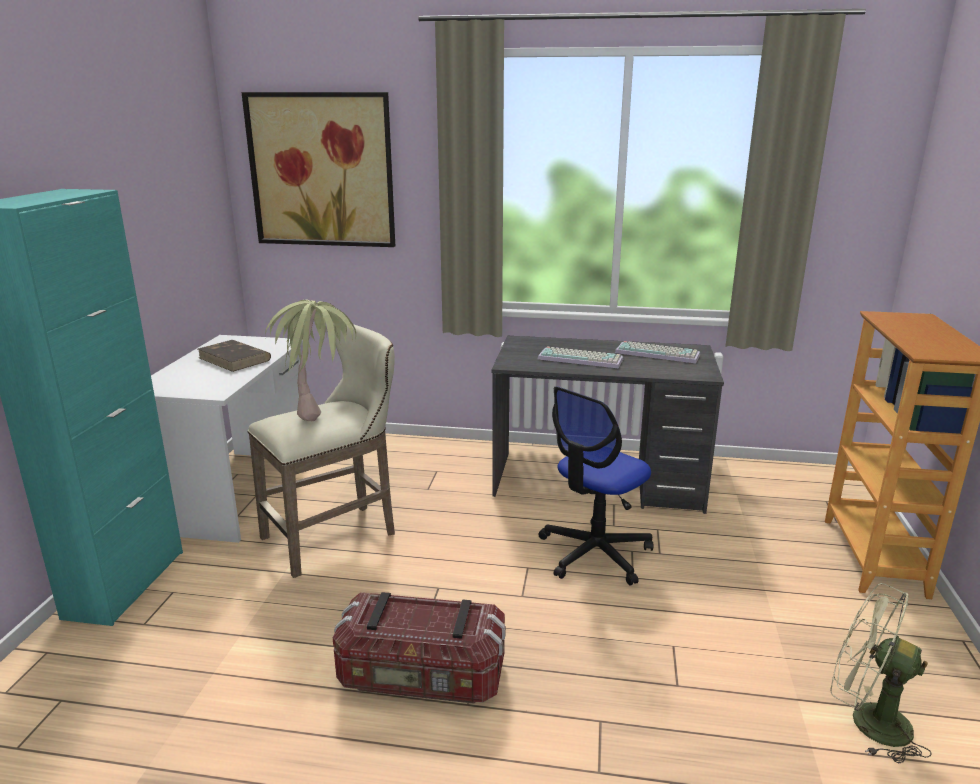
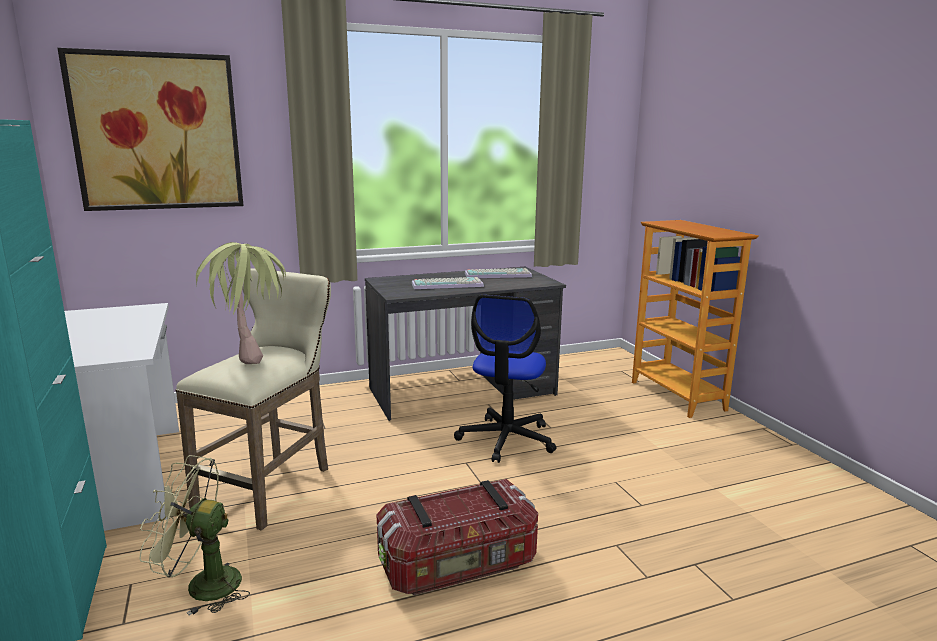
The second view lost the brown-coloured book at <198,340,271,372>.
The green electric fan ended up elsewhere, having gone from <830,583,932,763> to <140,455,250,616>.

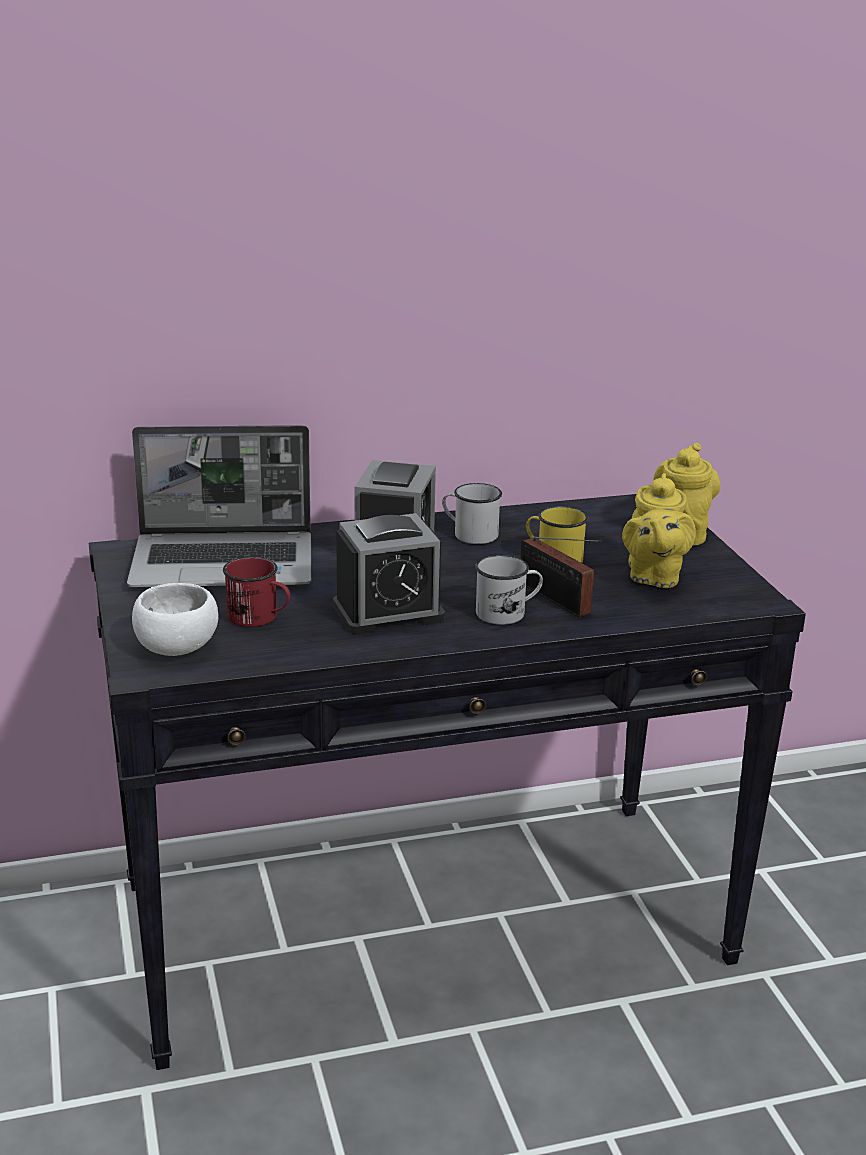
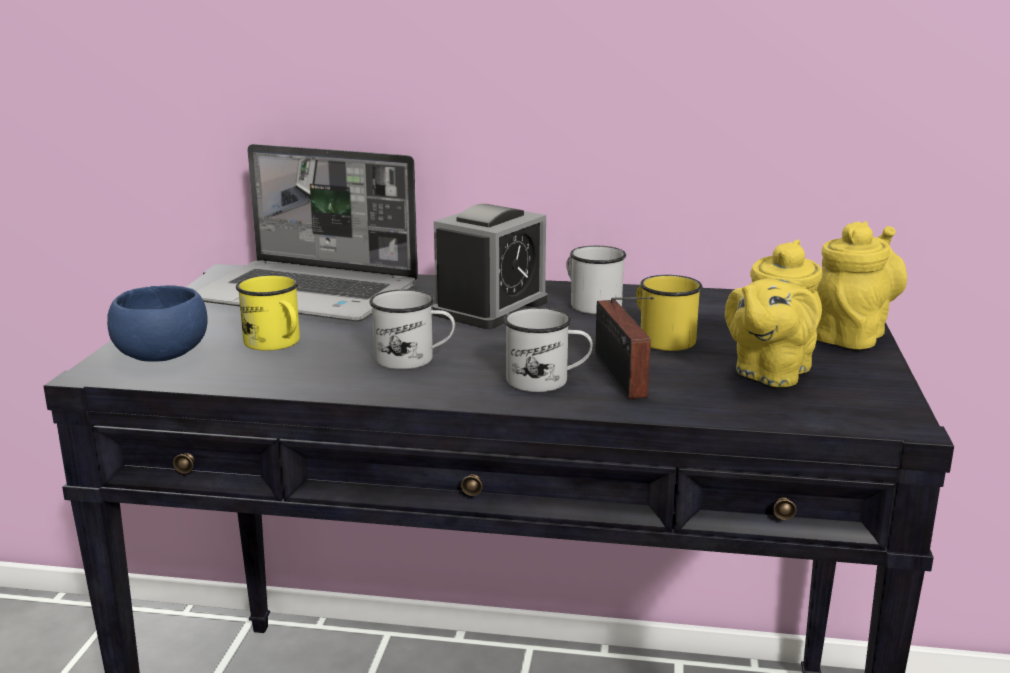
Where the table clock stood at <333,513,445,635>, the white tea mug came to stand at <369,289,455,369>.
What was the red-coloured tea mug at <223,557,291,627> turned into the yellowish tea mug at <236,274,300,351>.
What was the white serving bowl at <132,583,218,656> turned into the bluish serving bowl at <107,285,208,362>.

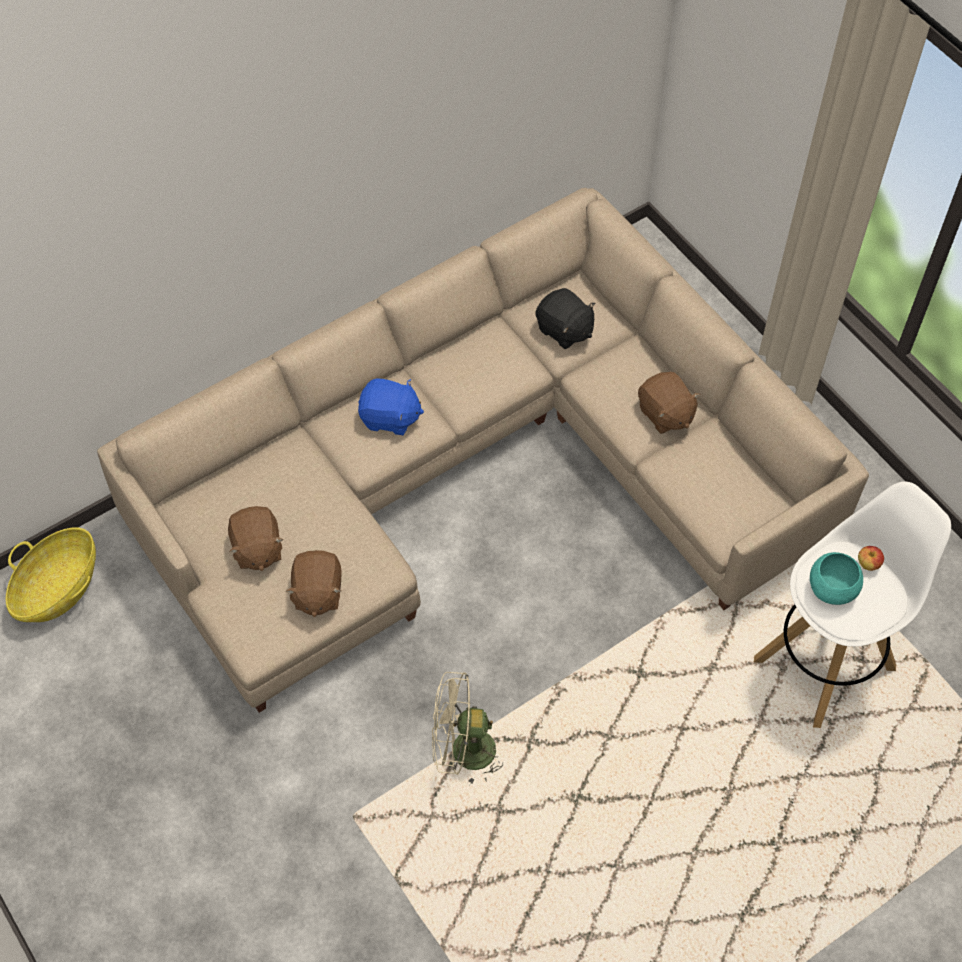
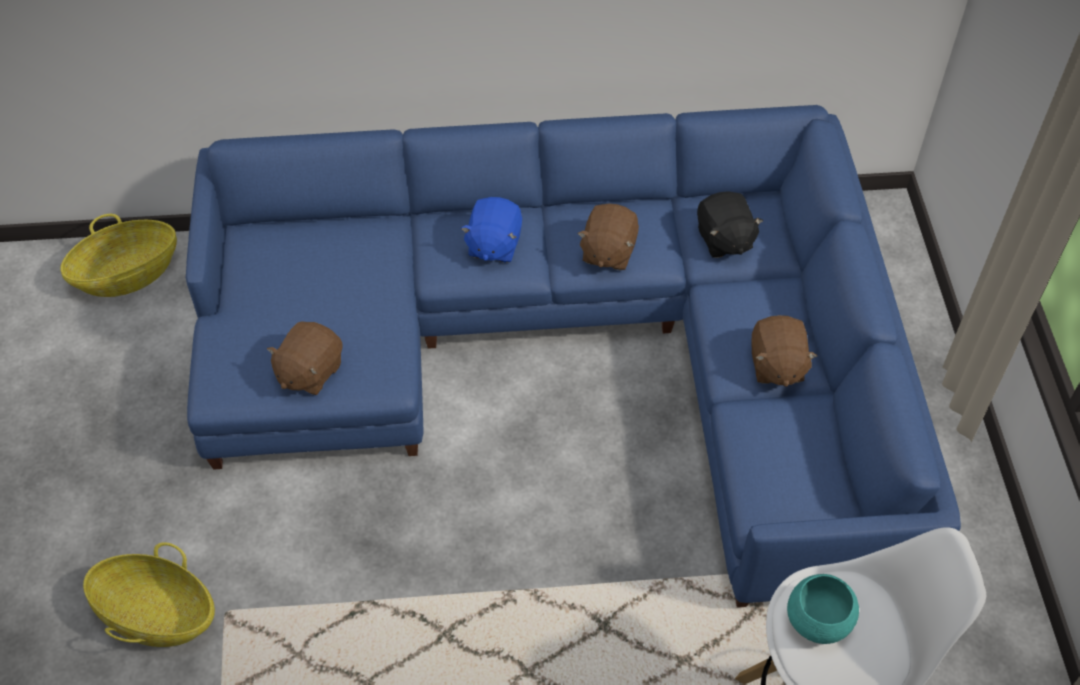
What was the sand-coloured couch at <97,188,869,713> turned into the bluish couch at <186,105,961,608>.
The bluish plush toy at <358,378,424,435> ended up facing another way, 60 degrees clockwise from before.
The brown-coloured plush toy ended up elsewhere, having gone from <228,506,283,571> to <577,203,639,270>.
The second view lost the apple fruit at <858,546,884,571>.
The second view lost the sand-coloured electric fan at <432,672,503,786>.
The second view gained the household basket at <83,542,215,647>.

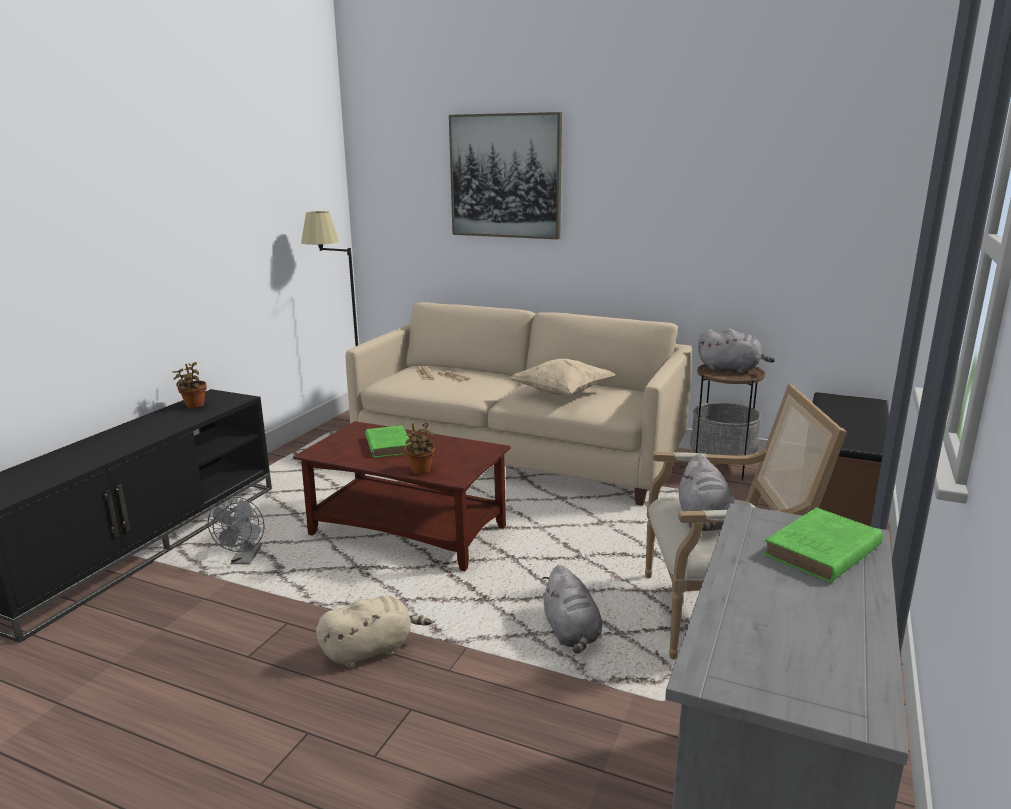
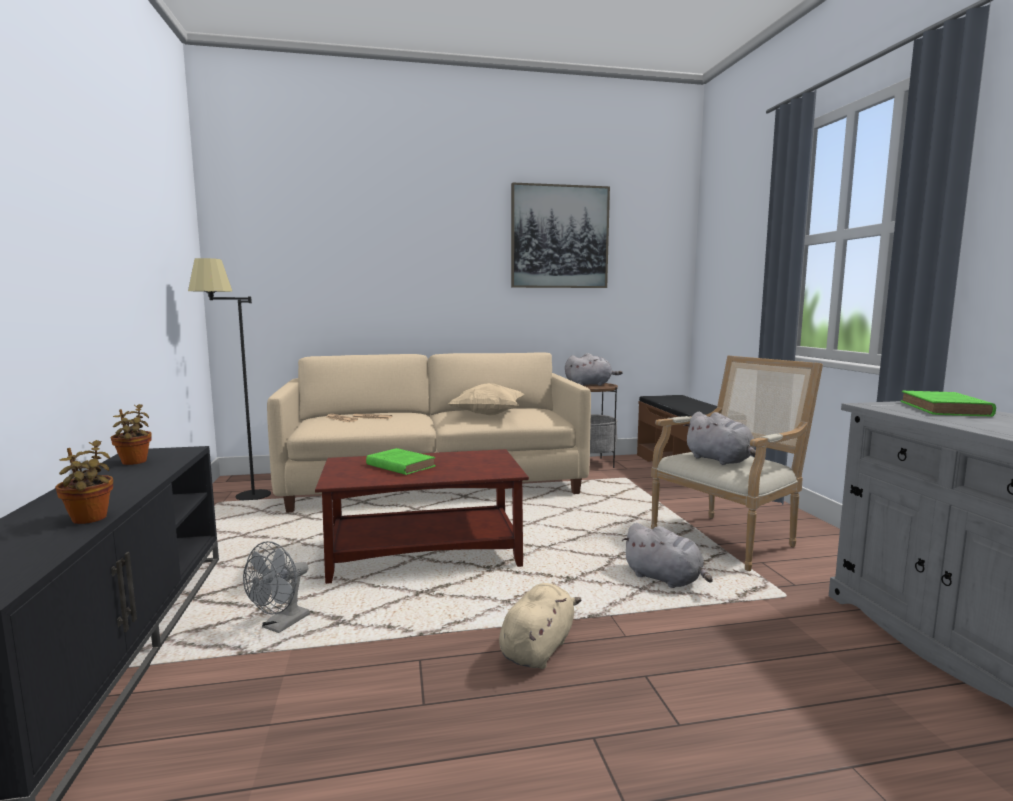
The wall picture ended up elsewhere, having gone from <449,112,562,239> to <511,183,610,288>.
The potted plant ended up elsewhere, having gone from <404,422,435,475> to <55,440,113,524>.
The grey electric fan at <208,496,265,564> ended up facing another way, 60 degrees clockwise from before.

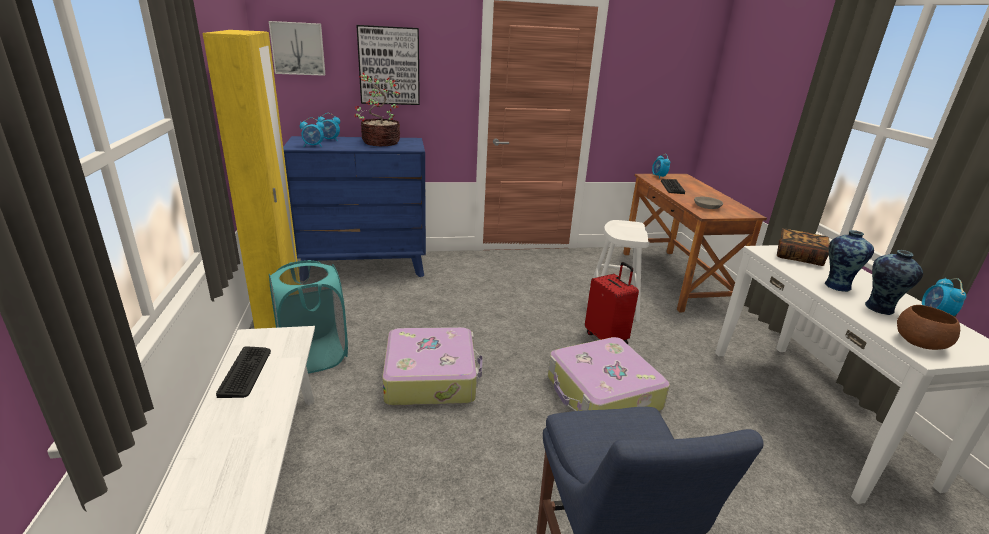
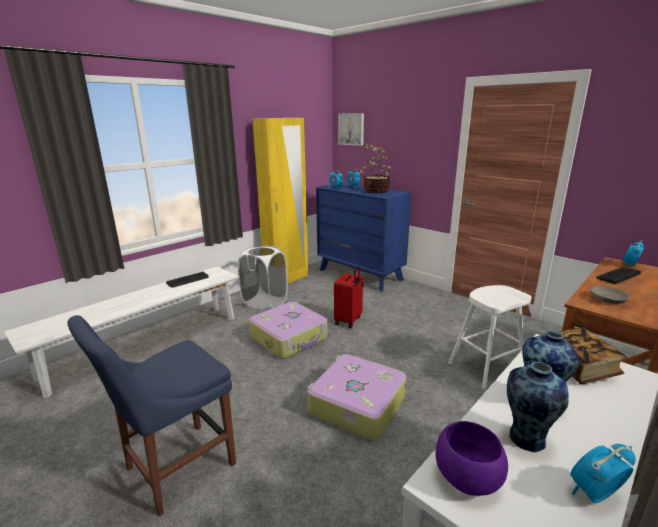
The second view lost the wall picture at <356,25,420,105>.
What was the blue-green washing basket at <269,260,348,374> turned into the white washing basket at <238,245,288,311>.
The red-coloured suitcase ended up elsewhere, having gone from <585,262,639,344> to <334,266,363,328>.
What was the brown-coloured serving bowl at <897,305,960,350> turned into the purple serving bowl at <436,421,508,496>.

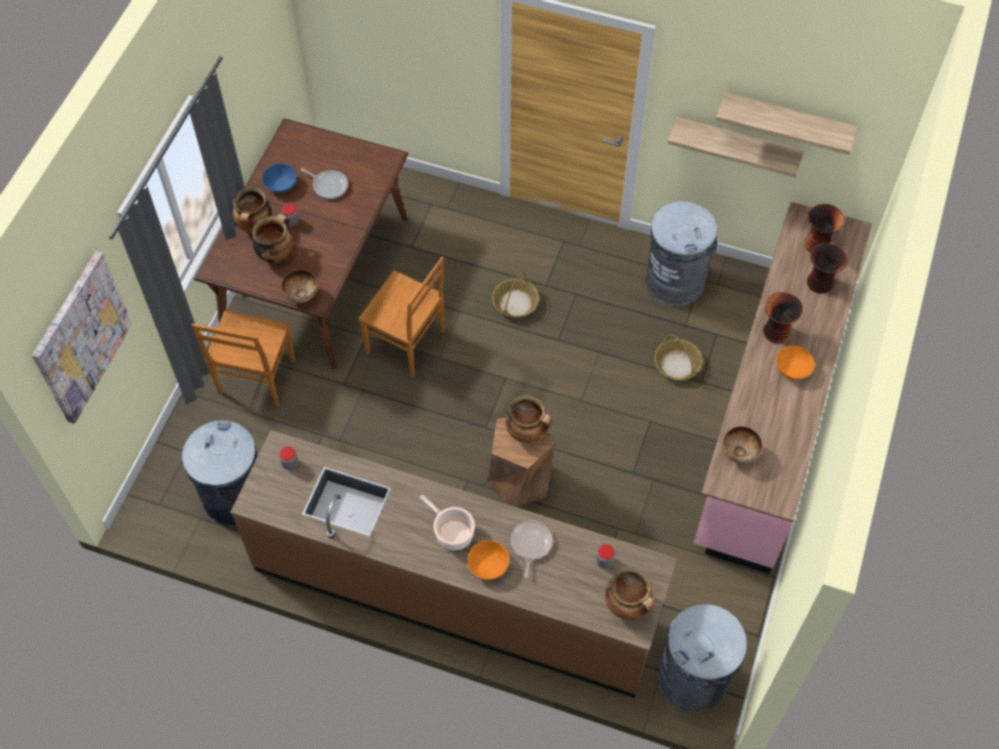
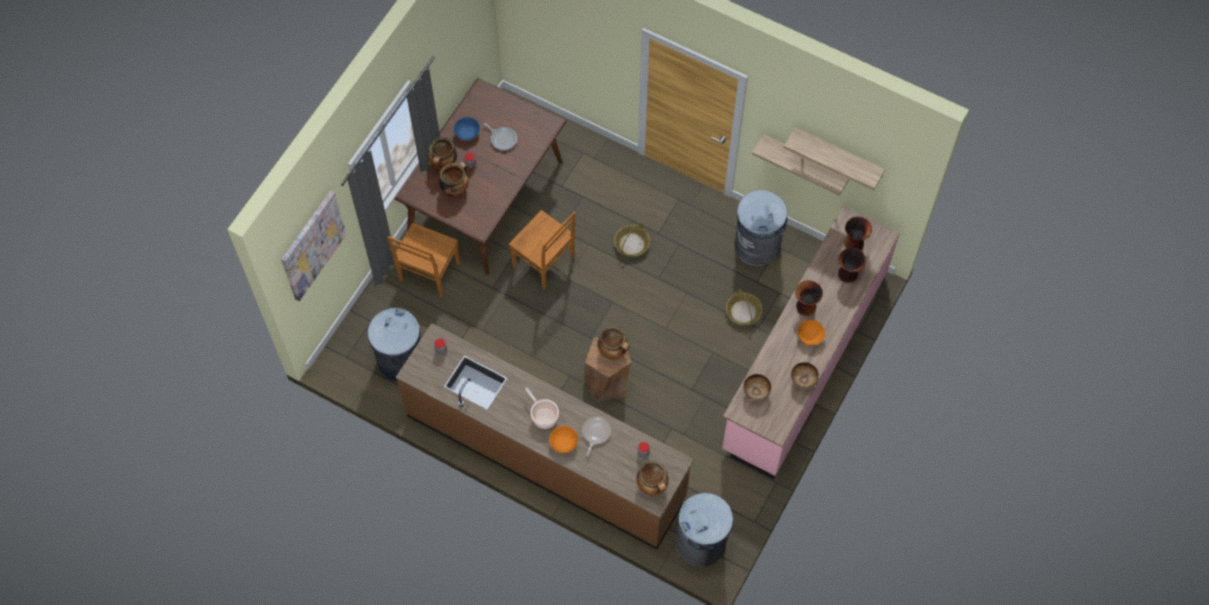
The serving bowl ended up elsewhere, having gone from <282,270,318,303> to <791,362,819,389>.

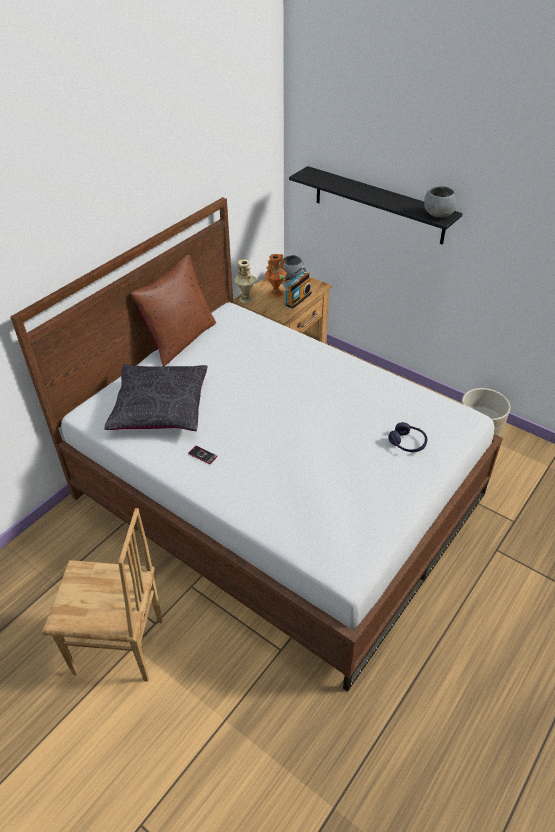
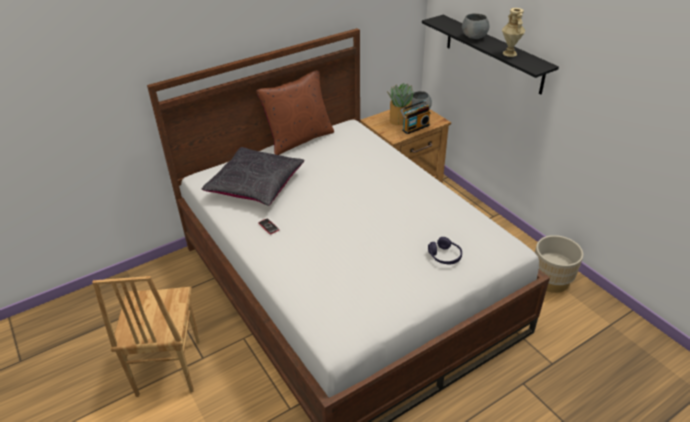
The grey serving bowl ended up elsewhere, having gone from <424,186,457,218> to <462,13,490,39>.
Where the orange-coloured decorative vase stood at <265,254,287,297>, the potted plant came to stand at <387,83,413,125>.
The sand-coloured decorative vase ended up elsewhere, having gone from <234,259,256,303> to <502,8,525,57>.
The brown-coloured plain chair at <42,508,163,682> ended up facing another way, 60 degrees clockwise from before.

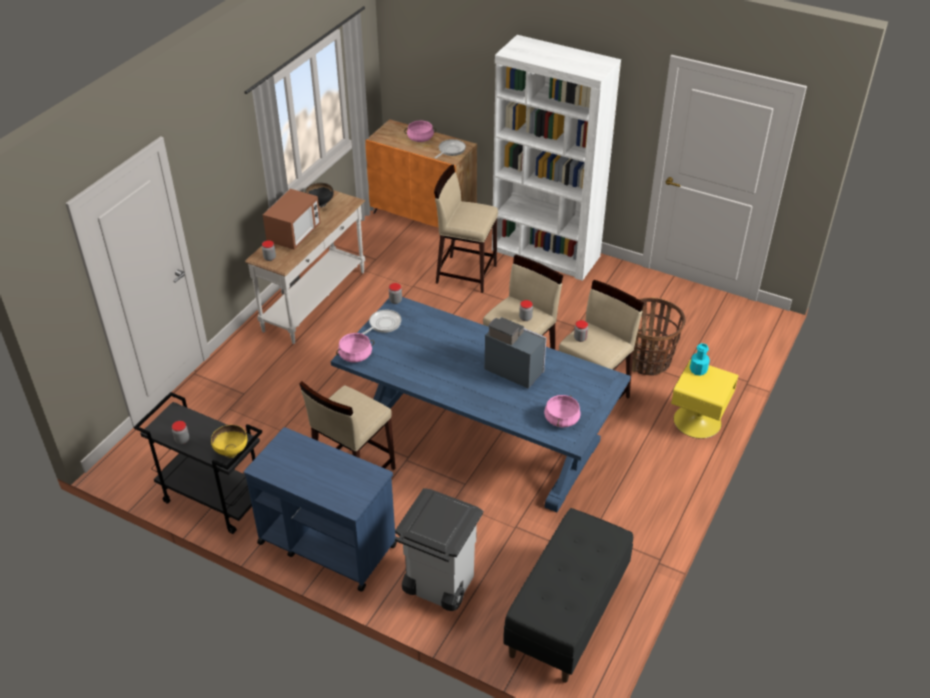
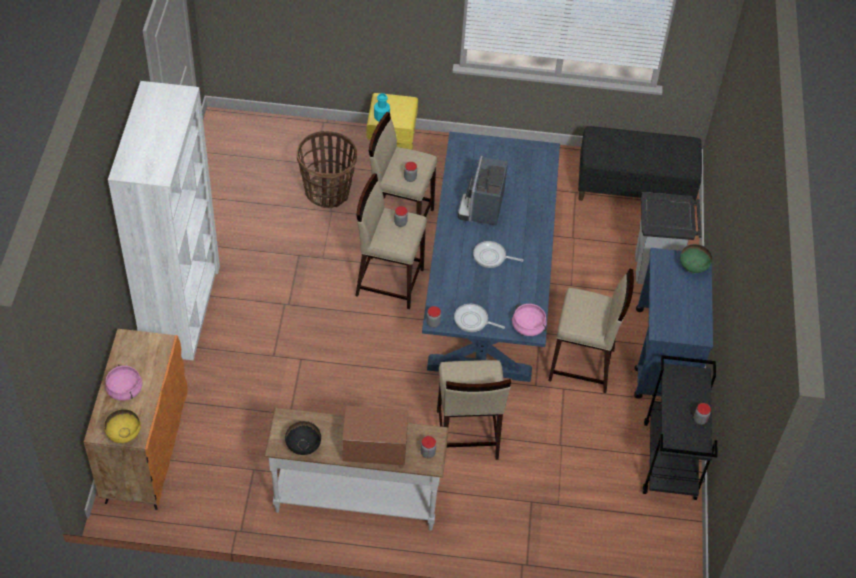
The skillet ended up elsewhere, having gone from <434,139,466,159> to <473,241,523,268>.
The sand-coloured stool seat ended up elsewhere, having gone from <434,165,498,293> to <437,360,511,460>.
The second view lost the pink stockpot at <544,395,581,427>.
The yellowish serving bowl ended up elsewhere, having gone from <211,425,248,458> to <104,409,141,443>.
The second view gained the green serving bowl at <680,244,712,273>.

